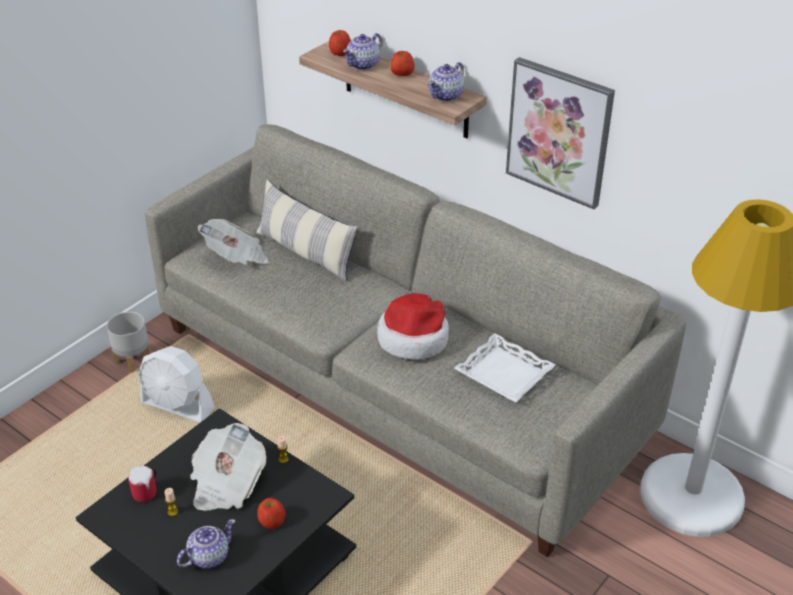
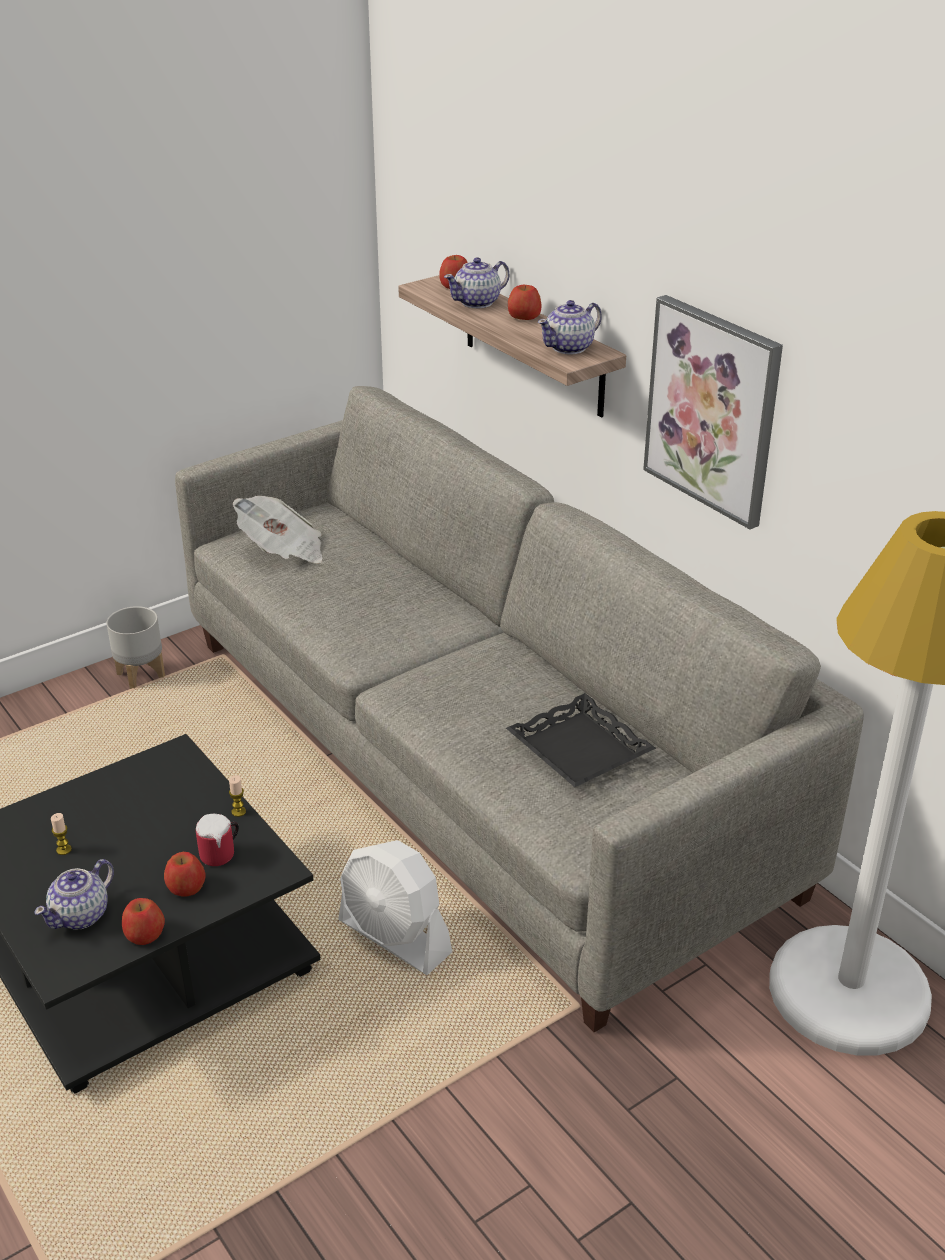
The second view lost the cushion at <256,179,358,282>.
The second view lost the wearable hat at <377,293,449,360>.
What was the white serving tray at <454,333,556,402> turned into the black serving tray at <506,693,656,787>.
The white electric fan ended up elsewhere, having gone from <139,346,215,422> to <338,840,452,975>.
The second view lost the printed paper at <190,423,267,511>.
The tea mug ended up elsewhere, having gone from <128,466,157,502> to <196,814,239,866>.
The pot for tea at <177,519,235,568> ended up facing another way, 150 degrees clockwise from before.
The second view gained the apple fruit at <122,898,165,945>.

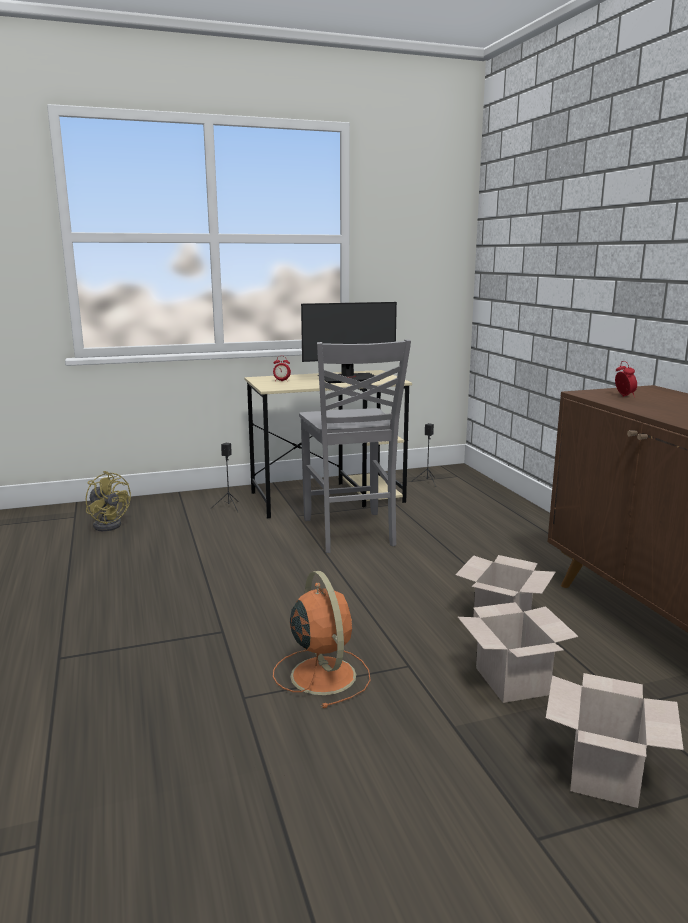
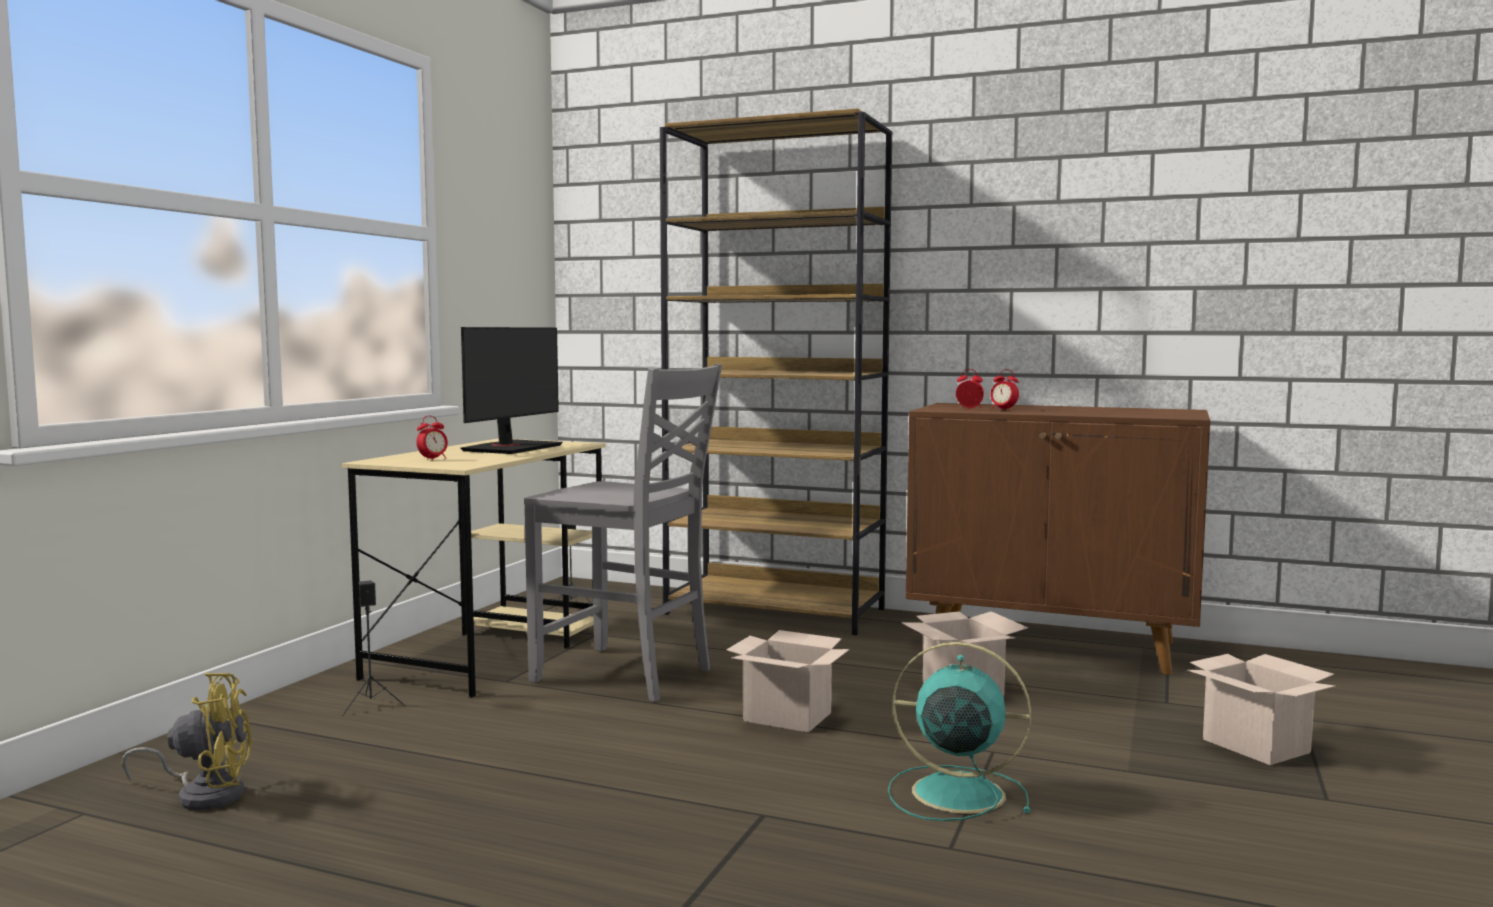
What was the orange-coloured electric fan at <273,571,371,708> turned into the blue-green electric fan at <888,642,1031,821>.
The carton ended up elsewhere, having gone from <458,602,579,703> to <726,630,850,732>.
The second view gained the brown-coloured shelving unit at <660,108,892,636>.
The second view gained the table clock at <990,369,1019,410>.

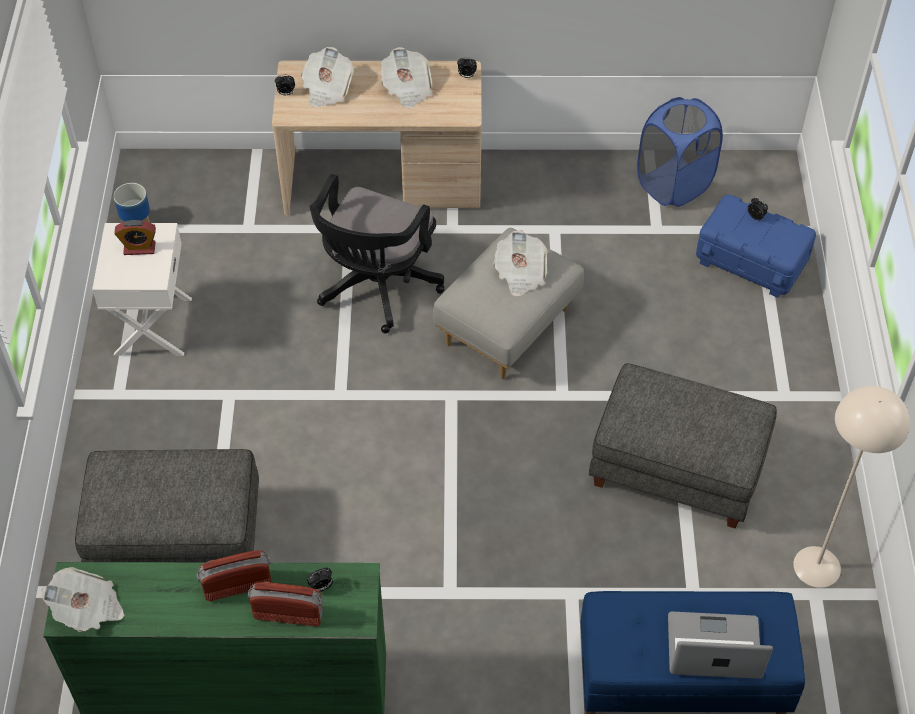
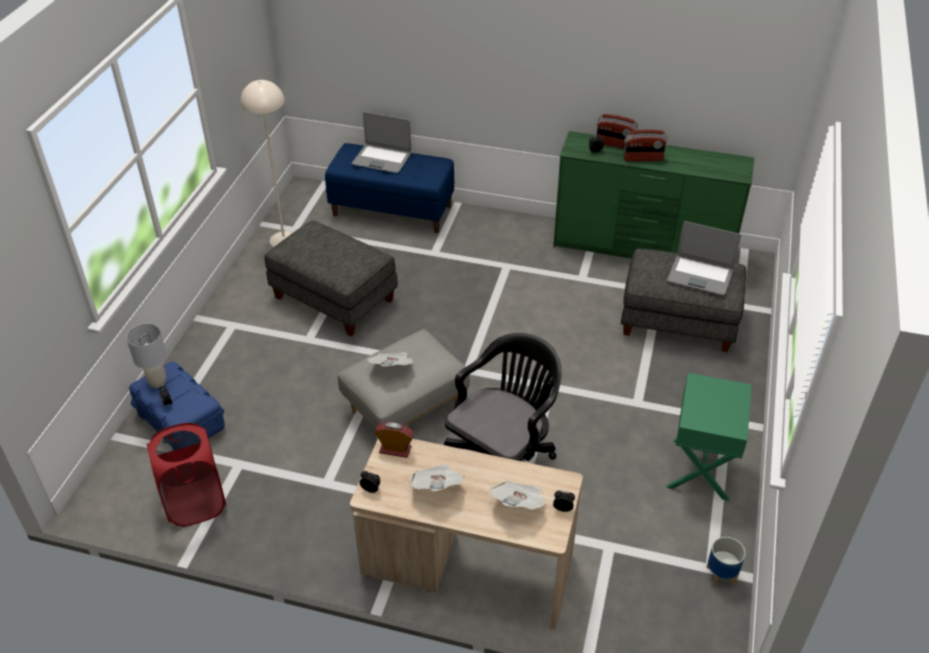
What was the bluish washing basket at <637,97,723,207> turned into the red-coloured washing basket at <146,423,226,527>.
The table clock ended up elsewhere, having gone from <114,220,156,255> to <375,422,414,458>.
What was the white nightstand at <92,223,192,356> turned into the green nightstand at <666,373,752,501>.
The second view lost the printed paper at <41,567,124,632>.
The second view gained the notebook computer at <667,221,741,295>.
The second view gained the grey tabletop lamp at <126,323,167,388>.

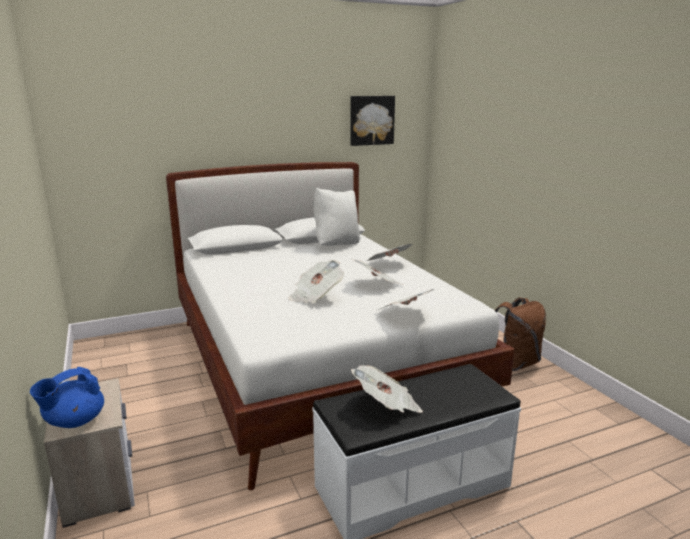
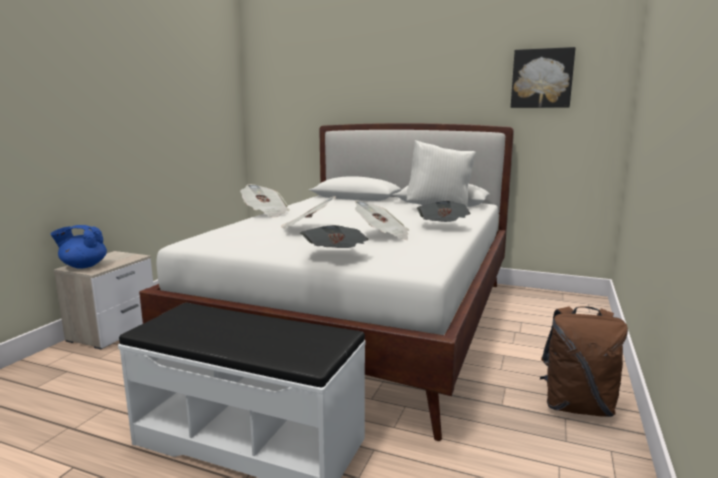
The printed paper ended up elsewhere, having gone from <351,365,423,413> to <240,184,290,218>.

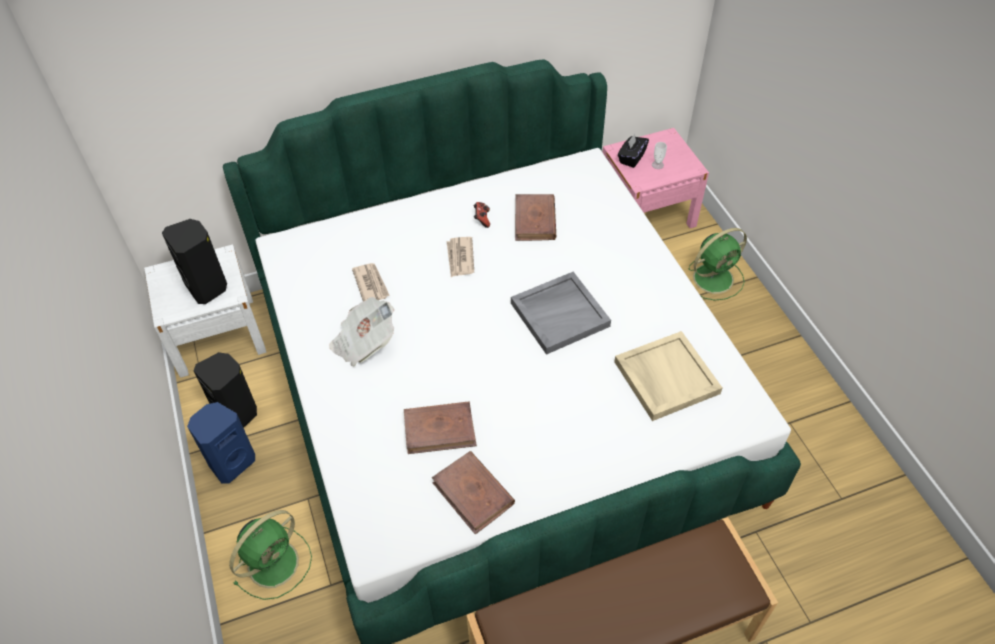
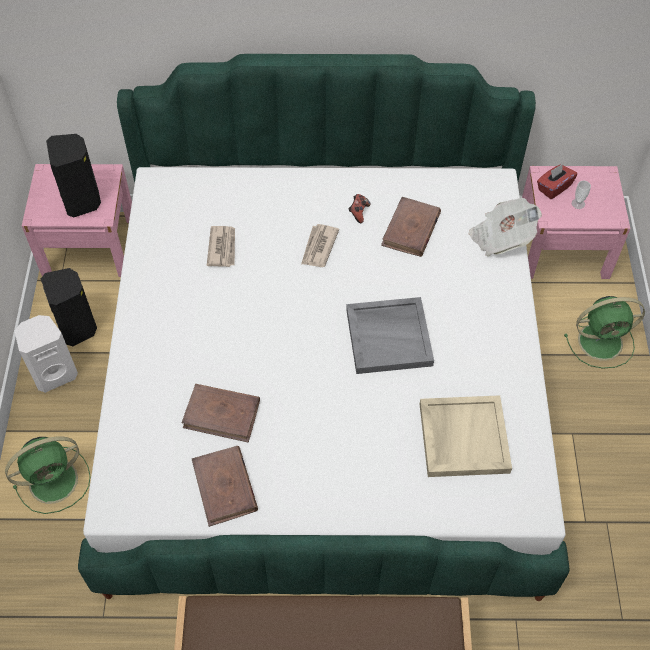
What was the black box of tissues at <618,134,649,168> turned into the red-coloured box of tissues at <537,164,577,199>.
What was the white nightstand at <144,244,266,378> turned into the pink nightstand at <22,164,132,277>.
The printed paper ended up elsewhere, having gone from <329,297,394,367> to <469,198,542,257>.
What was the bluish loudspeaker at <187,402,255,483> turned into the white loudspeaker at <15,315,78,393>.

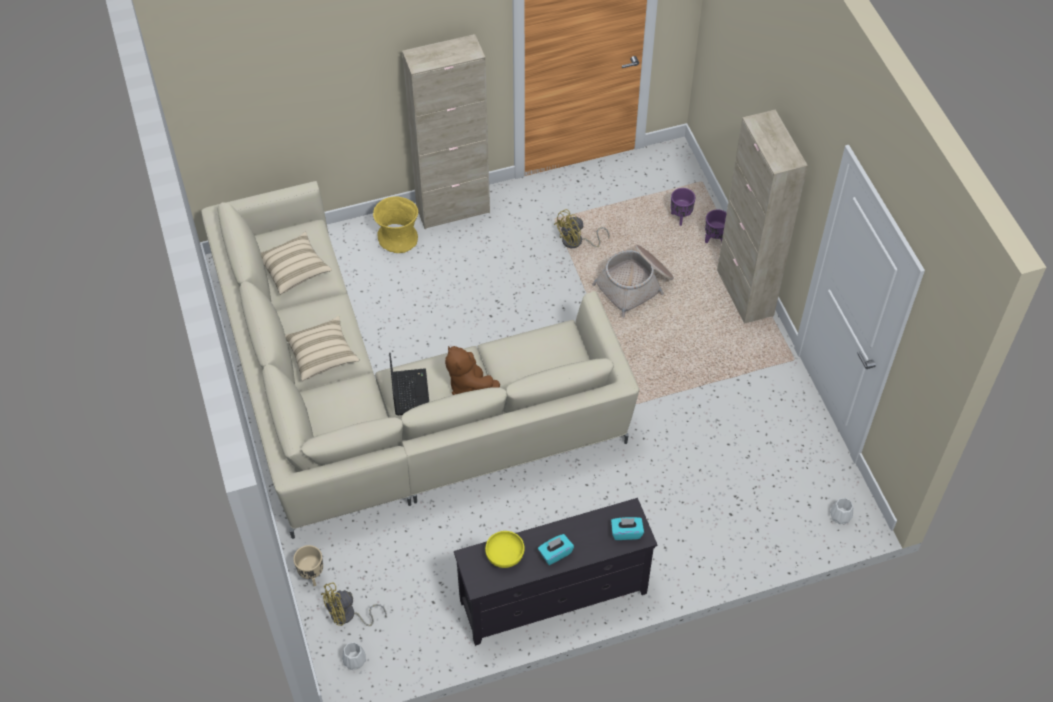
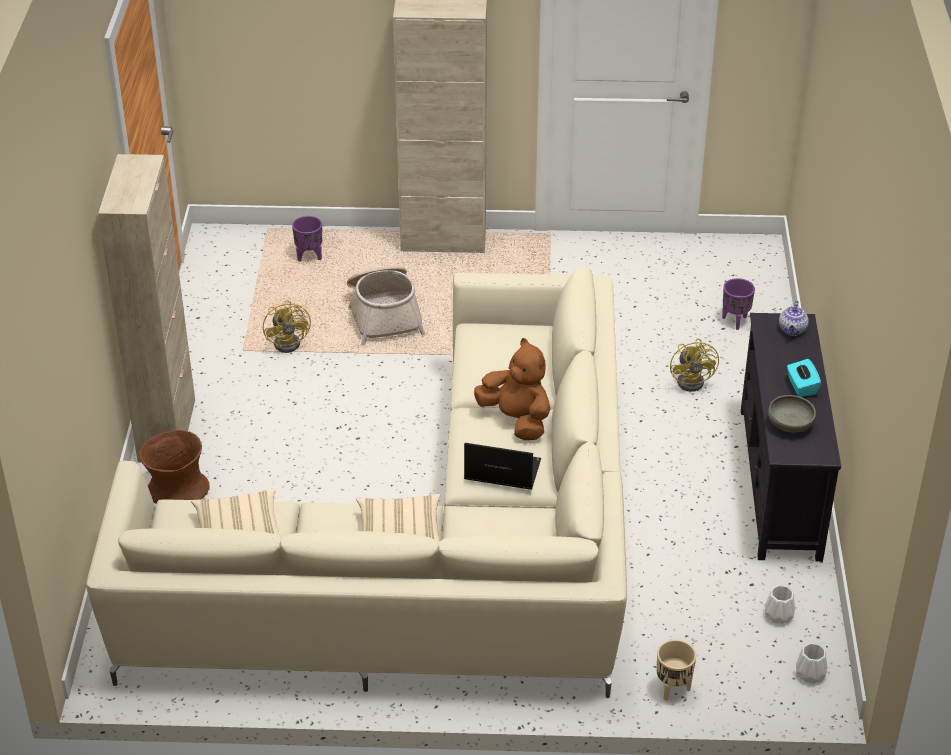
What was the yellowish decorative vase at <373,196,418,253> turned into the brown-coloured decorative vase at <139,430,210,504>.
The purple flower pot ended up elsewhere, having gone from <705,209,727,244> to <722,278,755,330>.
The brown-coloured plush toy at <445,346,500,395> ended up facing another way, 120 degrees counterclockwise from before.
The white decorative vase ended up elsewhere, having gone from <830,498,853,524> to <765,586,795,624>.
Where the blue-green box of tissues stood at <611,517,644,540>, the pot for tea came to stand at <779,301,809,336>.
What was the yellowish serving bowl at <485,531,525,568> turned into the grey serving bowl at <768,395,816,433>.
The yellowish electric fan ended up elsewhere, having gone from <321,582,386,626> to <670,338,719,392>.

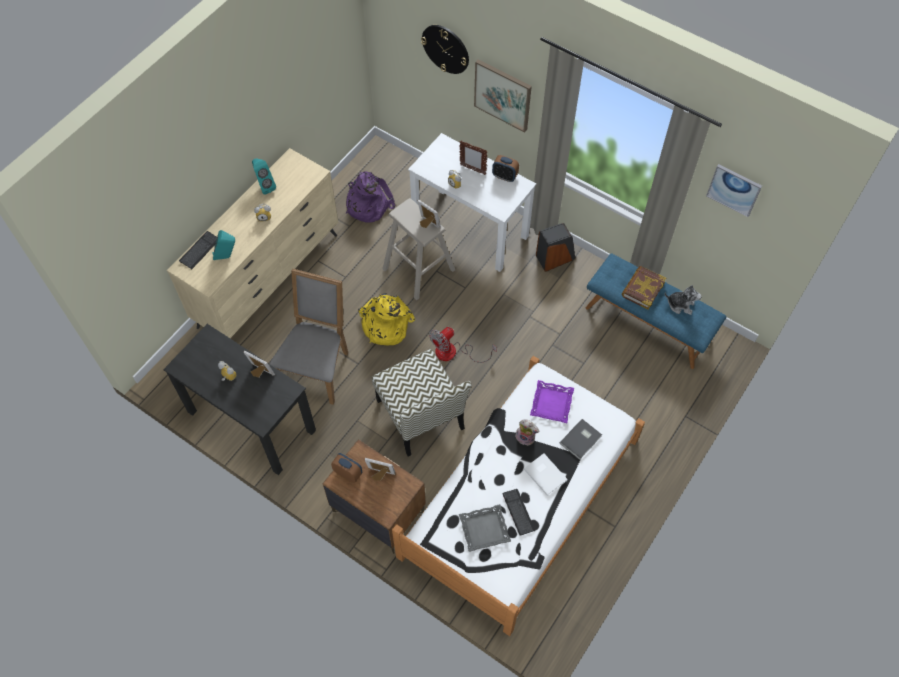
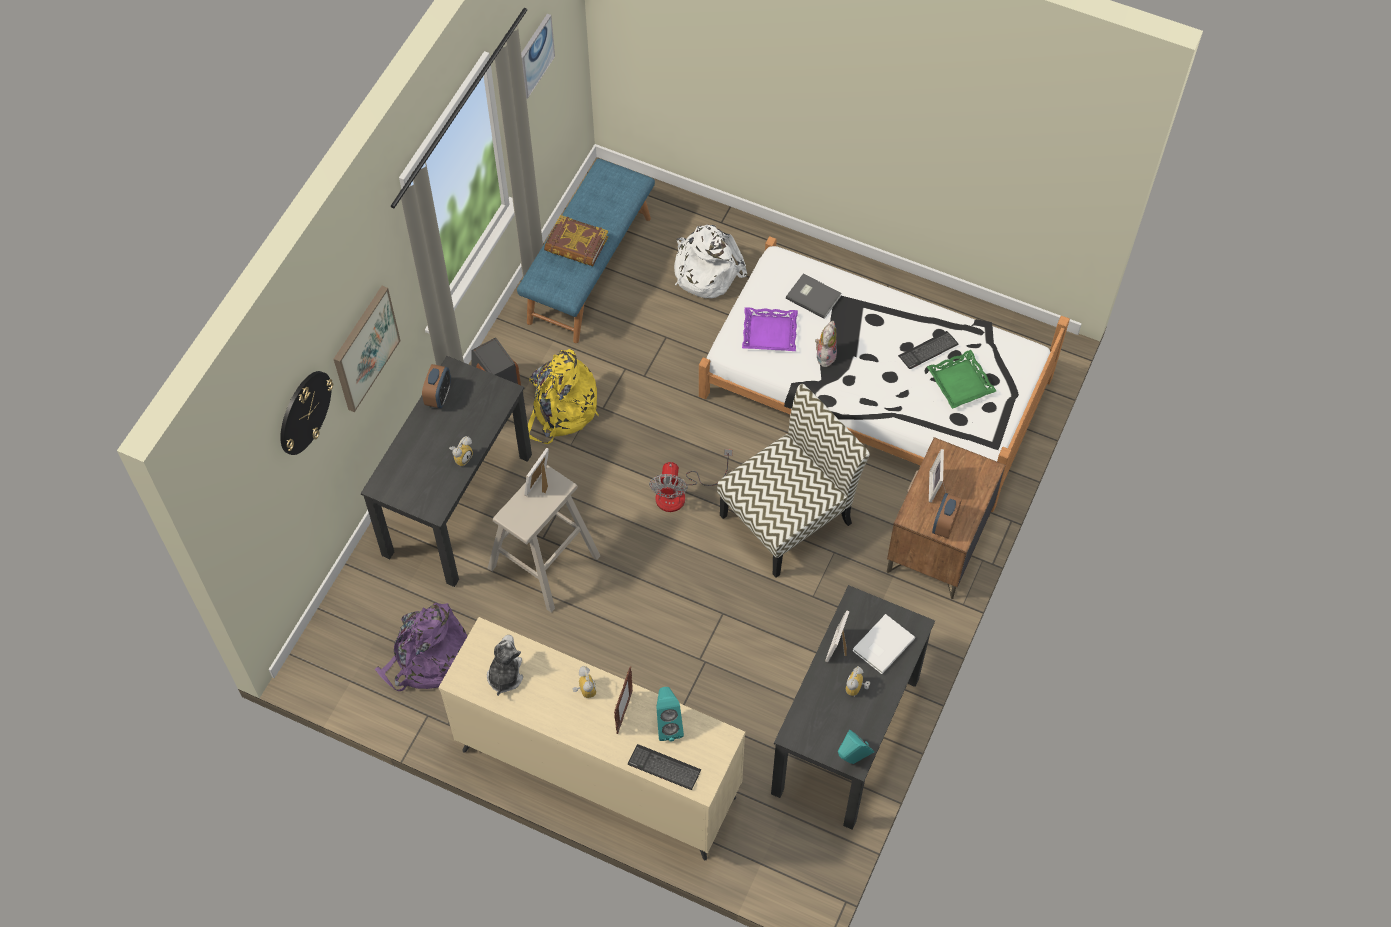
What was the white desk unit at <408,133,536,272> turned into the black desk unit at <361,356,532,587>.
The picture frame ended up elsewhere, having gone from <459,141,488,175> to <614,666,633,734>.
The blue-green loudspeaker ended up elsewhere, having gone from <252,159,276,195> to <838,730,875,764>.
The second view lost the grey plain chair at <270,268,348,405>.
The plush toy ended up elsewhere, having gone from <665,285,702,315> to <487,635,523,696>.
The yellowish backpack ended up elsewhere, having gone from <358,293,415,345> to <528,349,599,444>.
The electric fan at <429,327,497,363> ended up facing another way, 60 degrees clockwise from before.
The white book ended up elsewhere, having gone from <524,453,567,496> to <853,614,915,674>.
What was the grey serving tray at <459,504,511,552> turned into the green serving tray at <927,350,996,409>.
The second view gained the white backpack at <674,225,747,298>.

